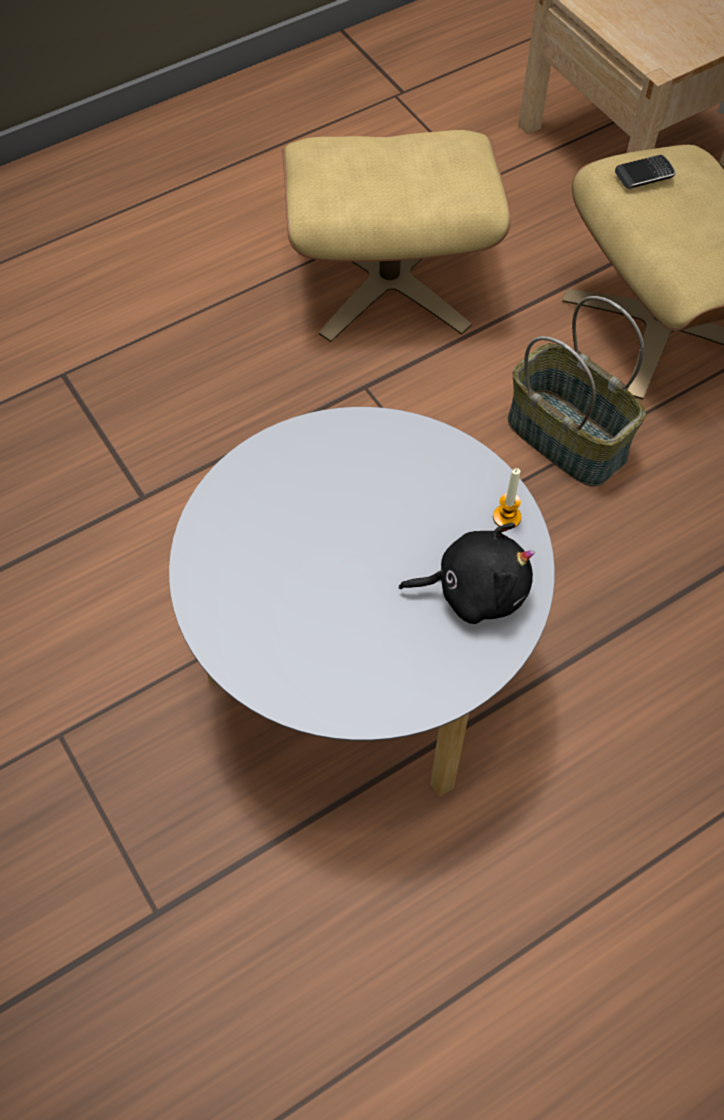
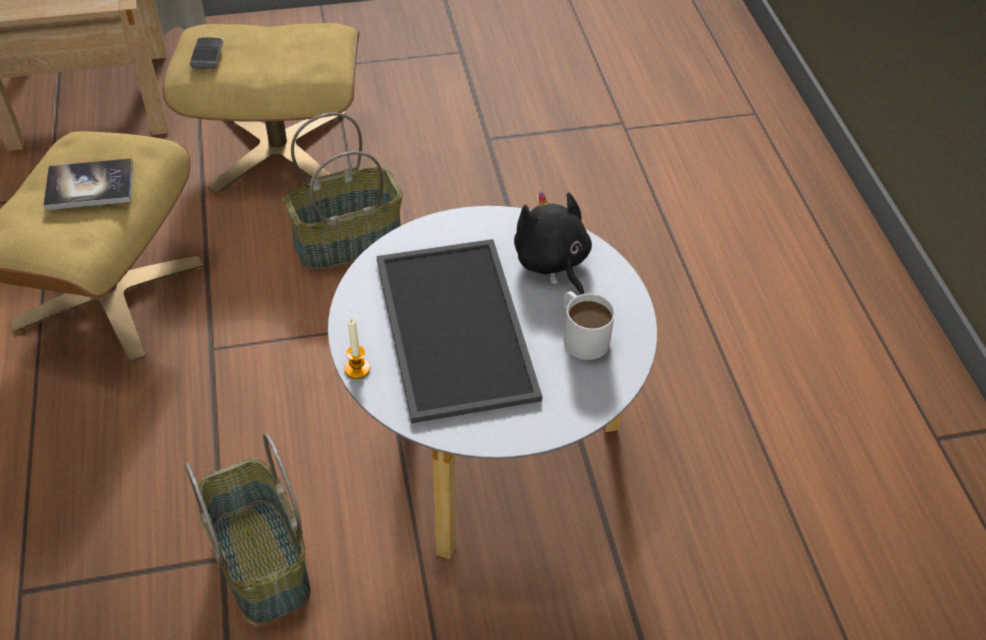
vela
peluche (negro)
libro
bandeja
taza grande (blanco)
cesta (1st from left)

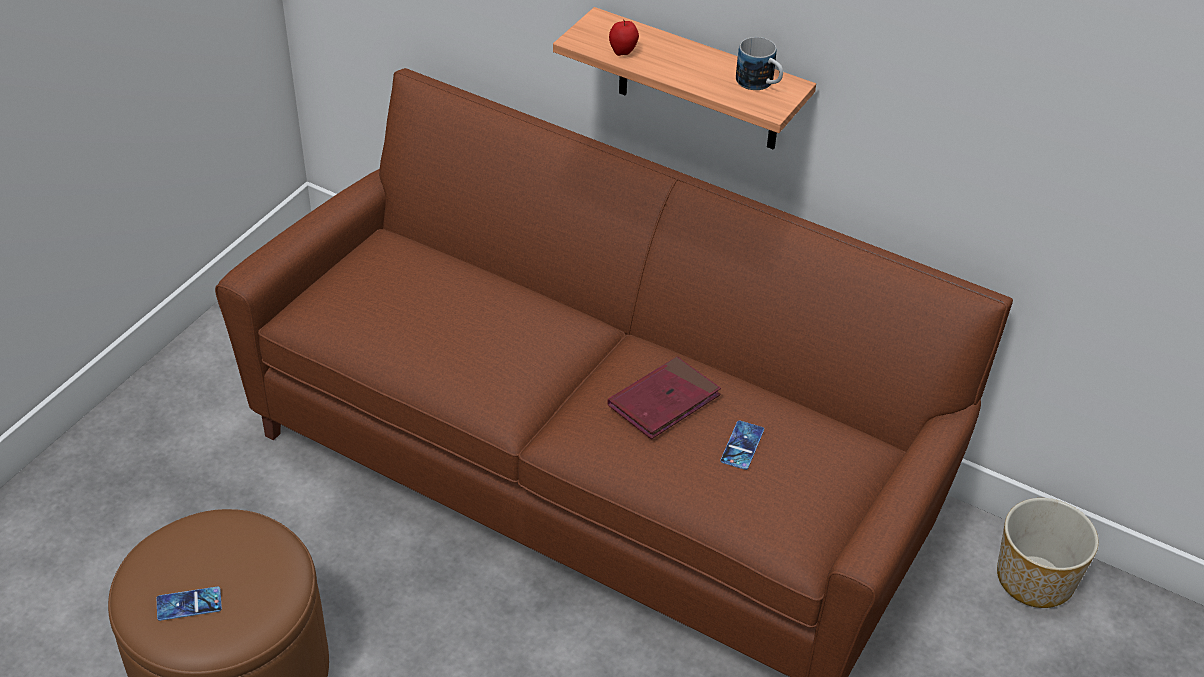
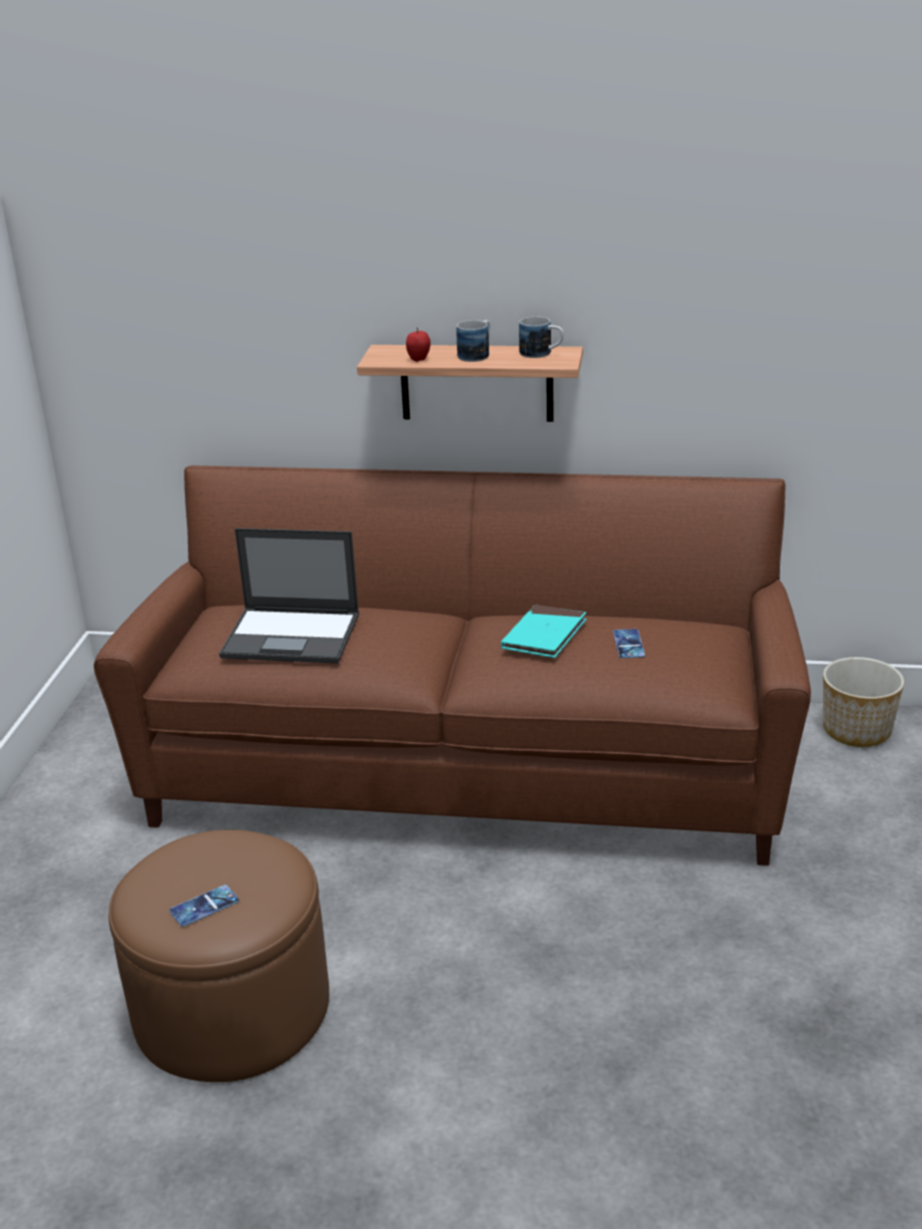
libro (turquesa)
taza grande (1st from left)
portátil

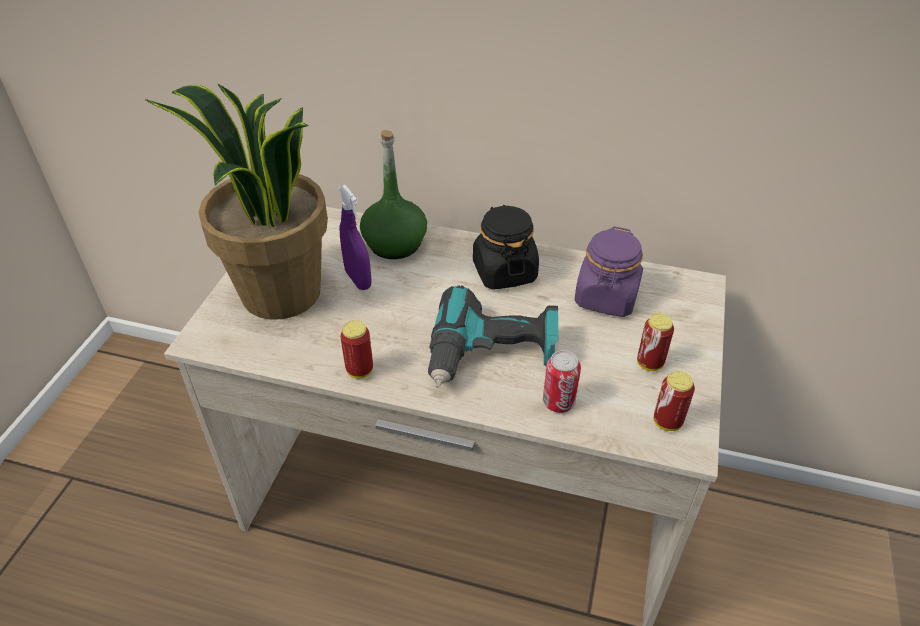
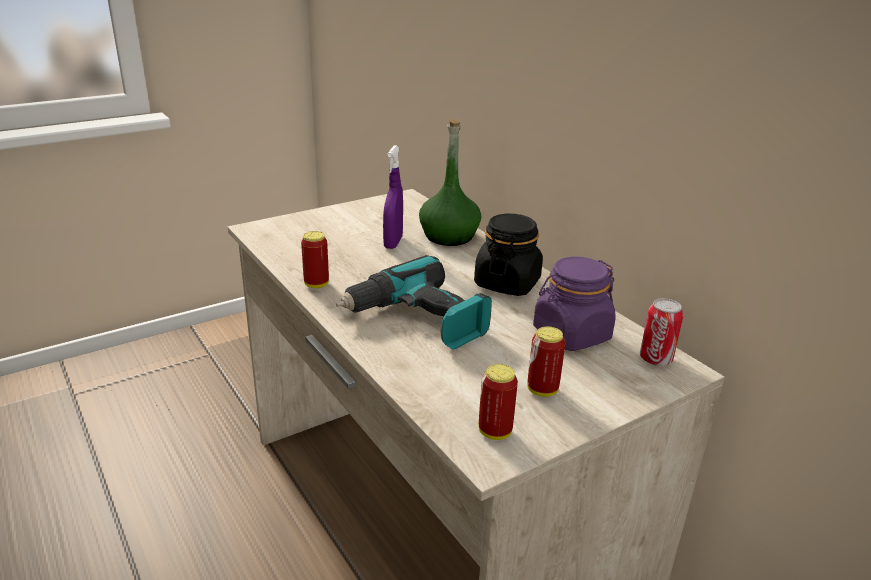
planta en maceta
lata (4th from left)

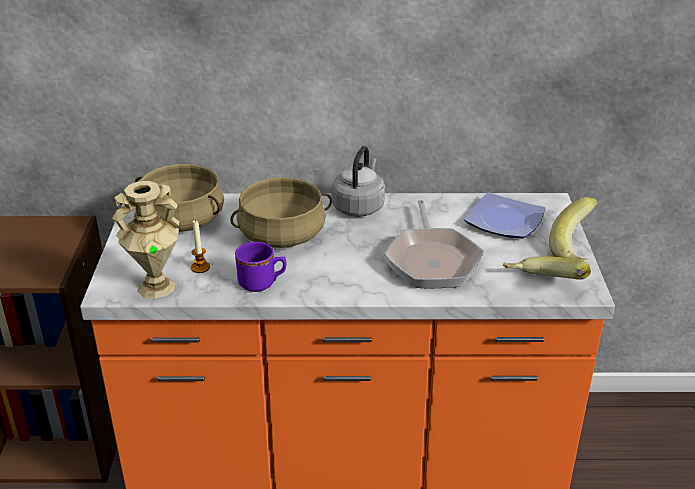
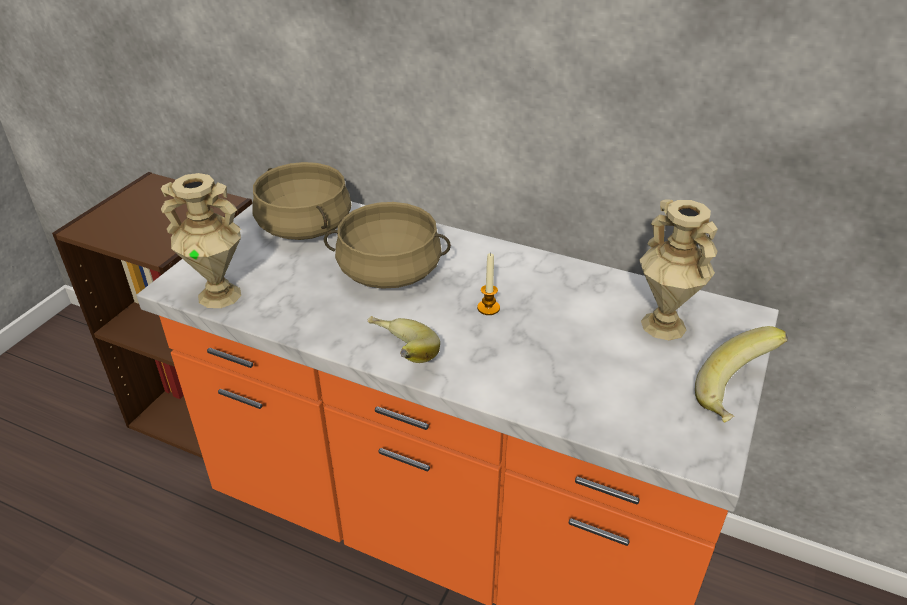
hervidor (gris)
florero (beis) (2nd from left)
sartén
vela
taza grande (morado)
plátano (1st from left)

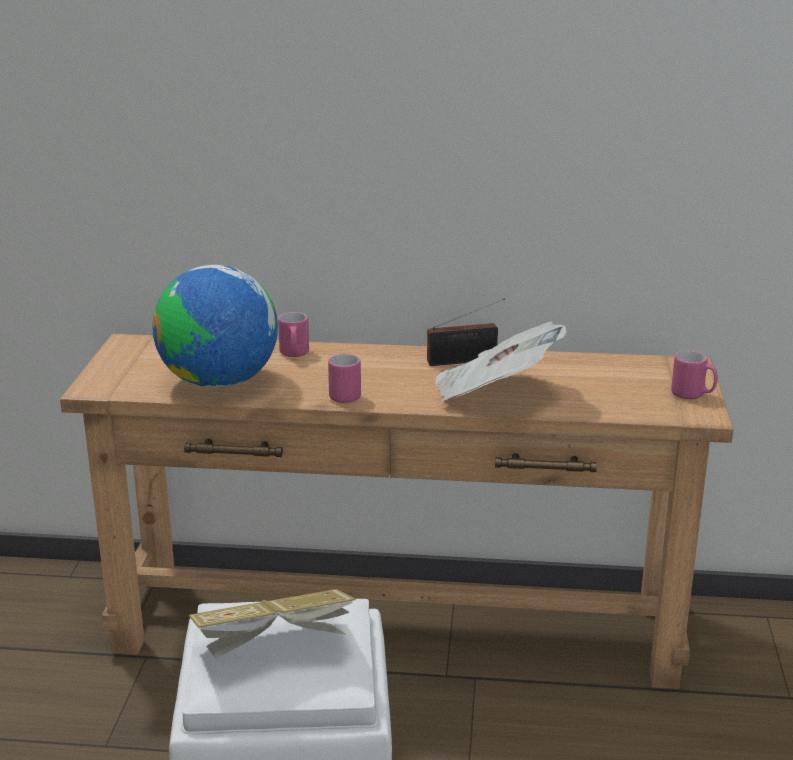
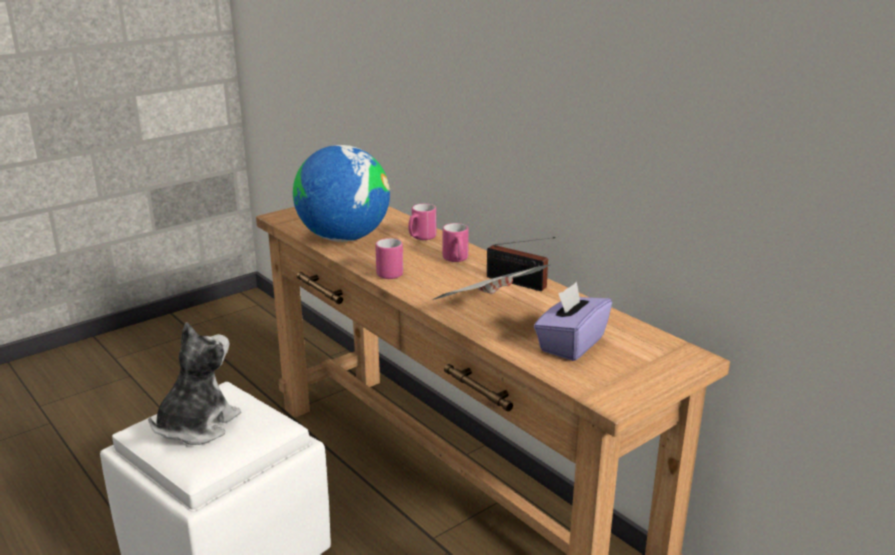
taza grande (rosa) (3rd from left)
peluche
caja de pañuelos (morado)

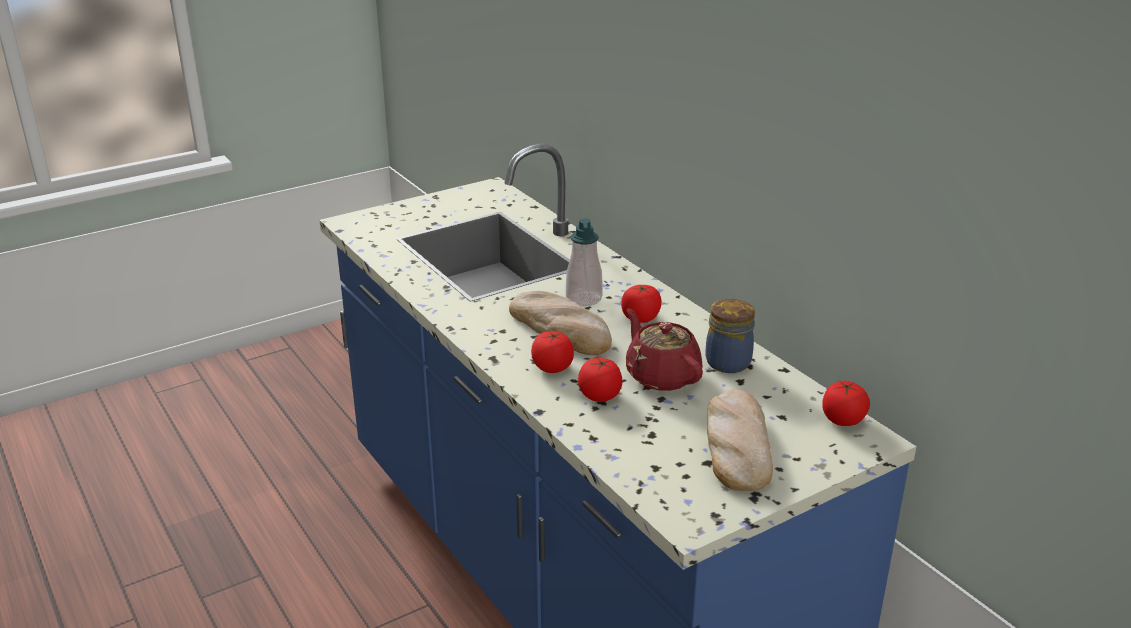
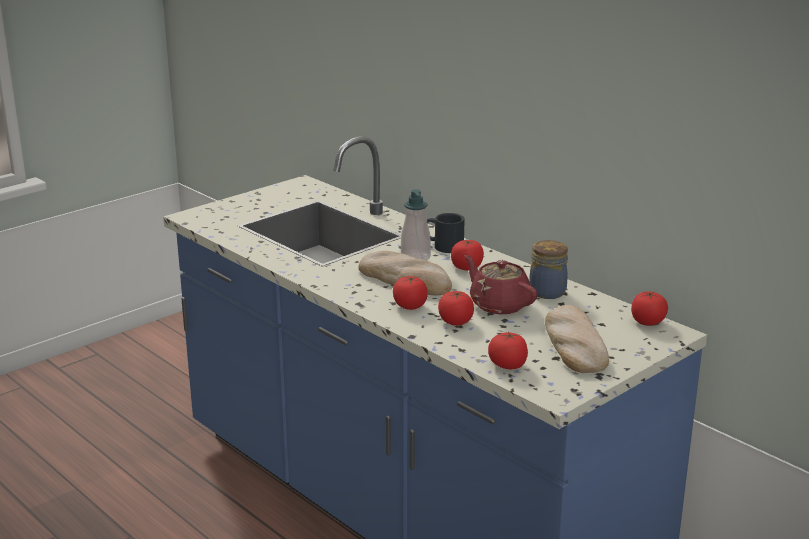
taza grande (negro)
tomate (4th from left)

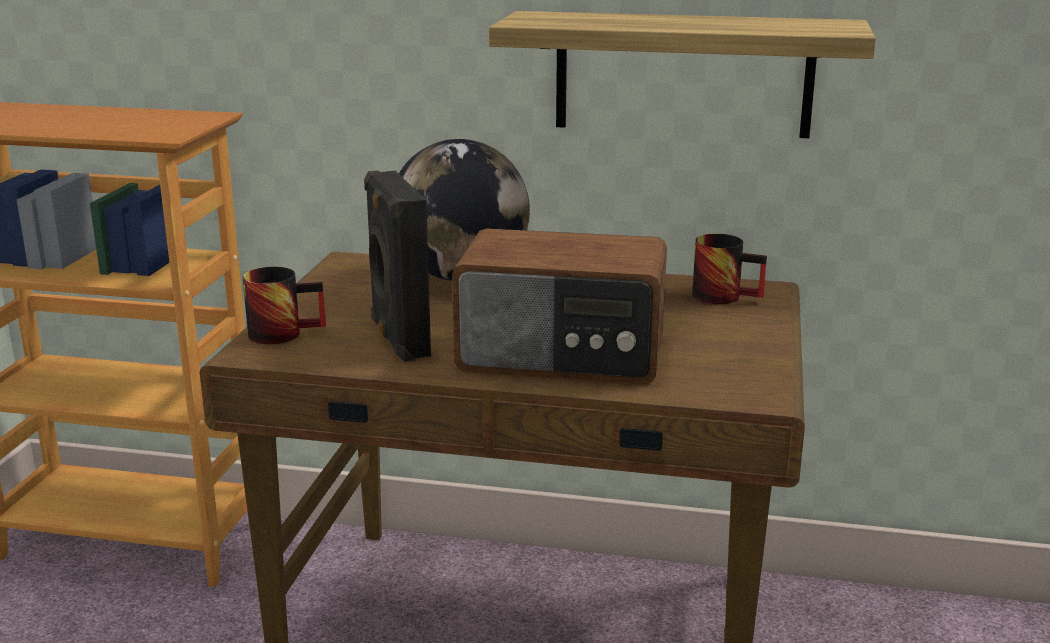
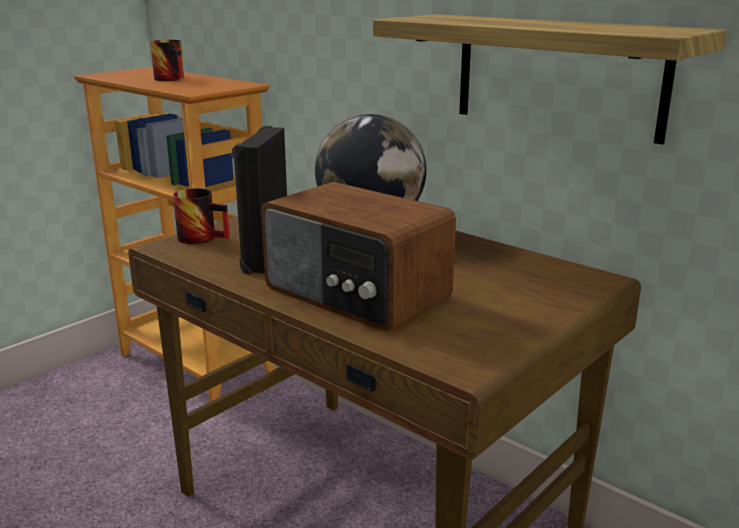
taza grande (1st from left)

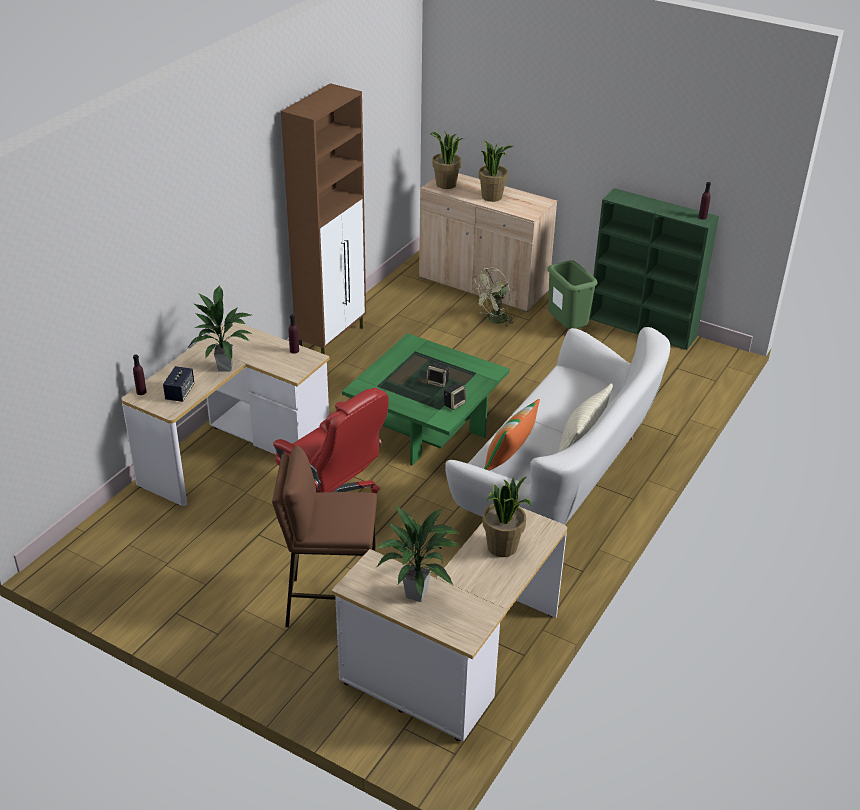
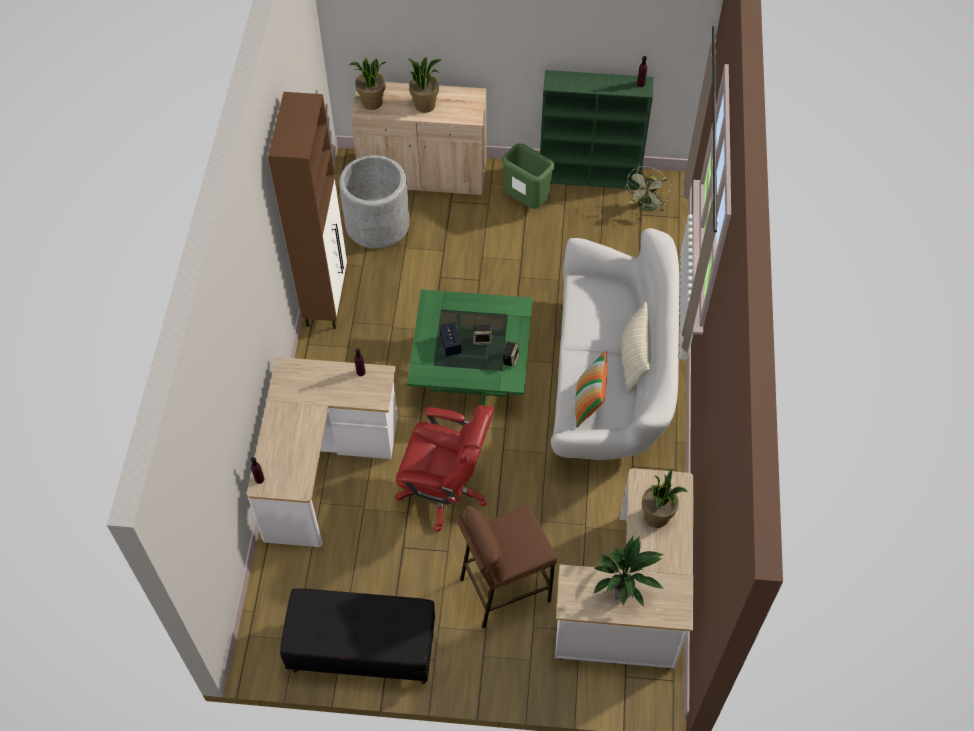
ventilador (verde)
planta en maceta (1st from left in the first image)
altavoz (1st from left)
maceta (gris)
banco (negro)

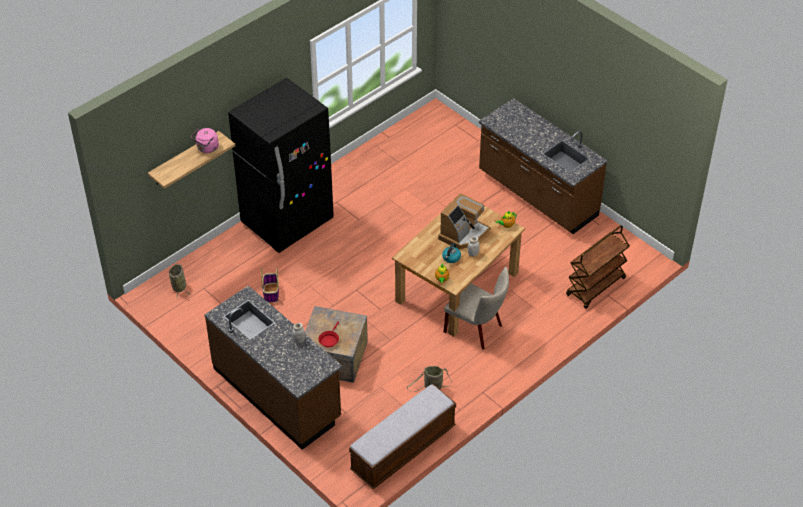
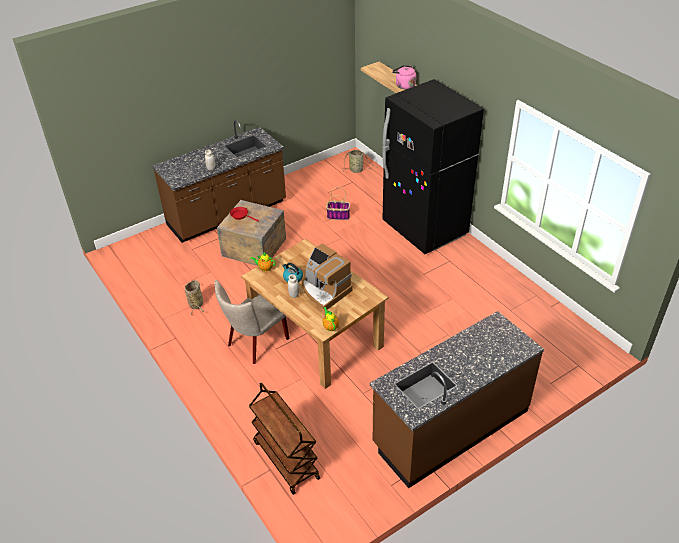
banco

